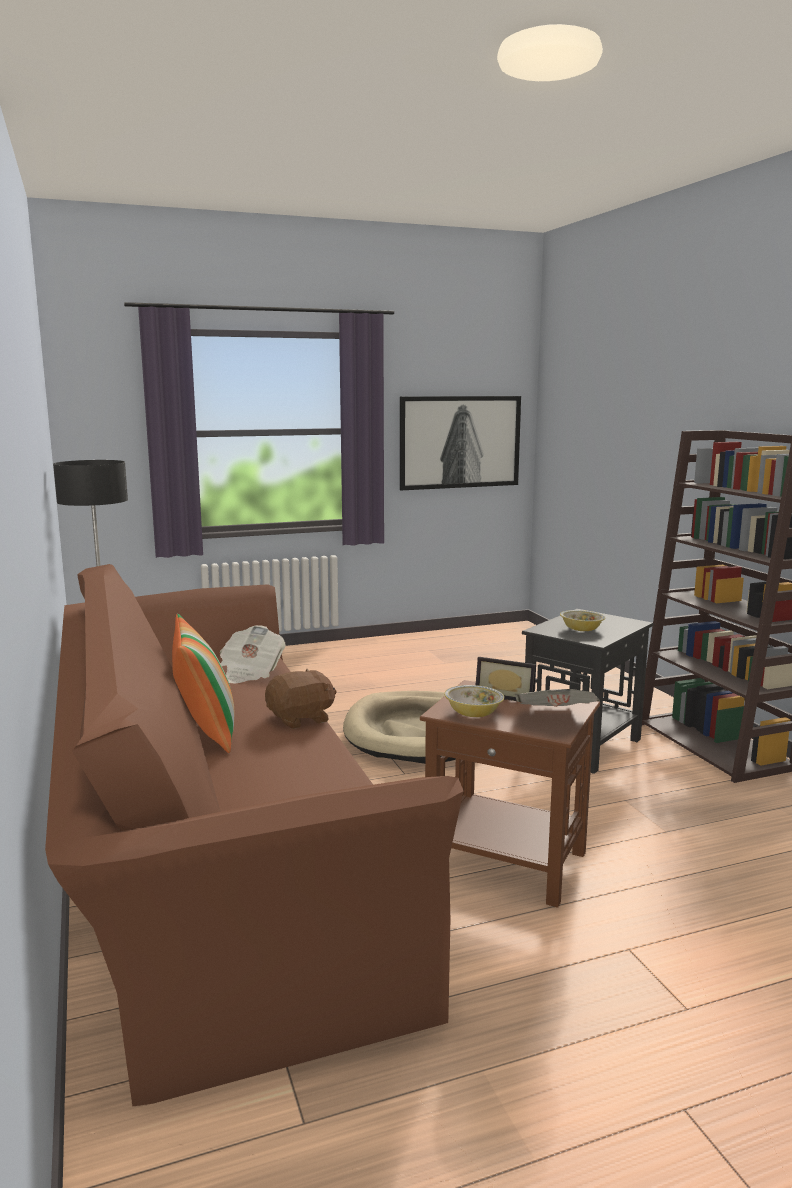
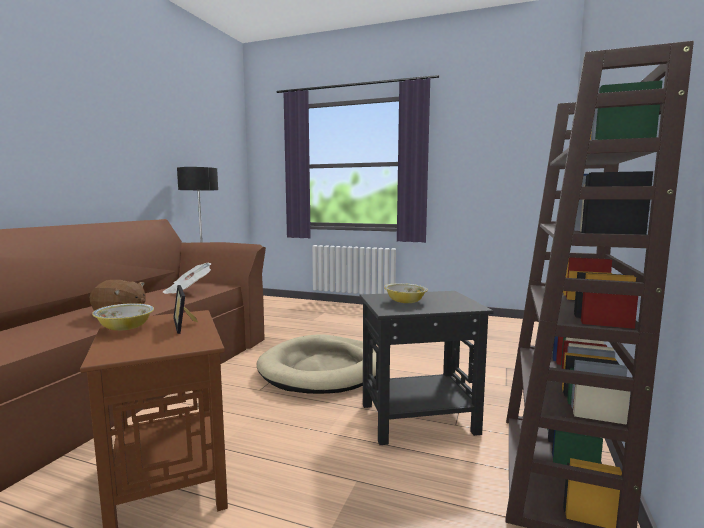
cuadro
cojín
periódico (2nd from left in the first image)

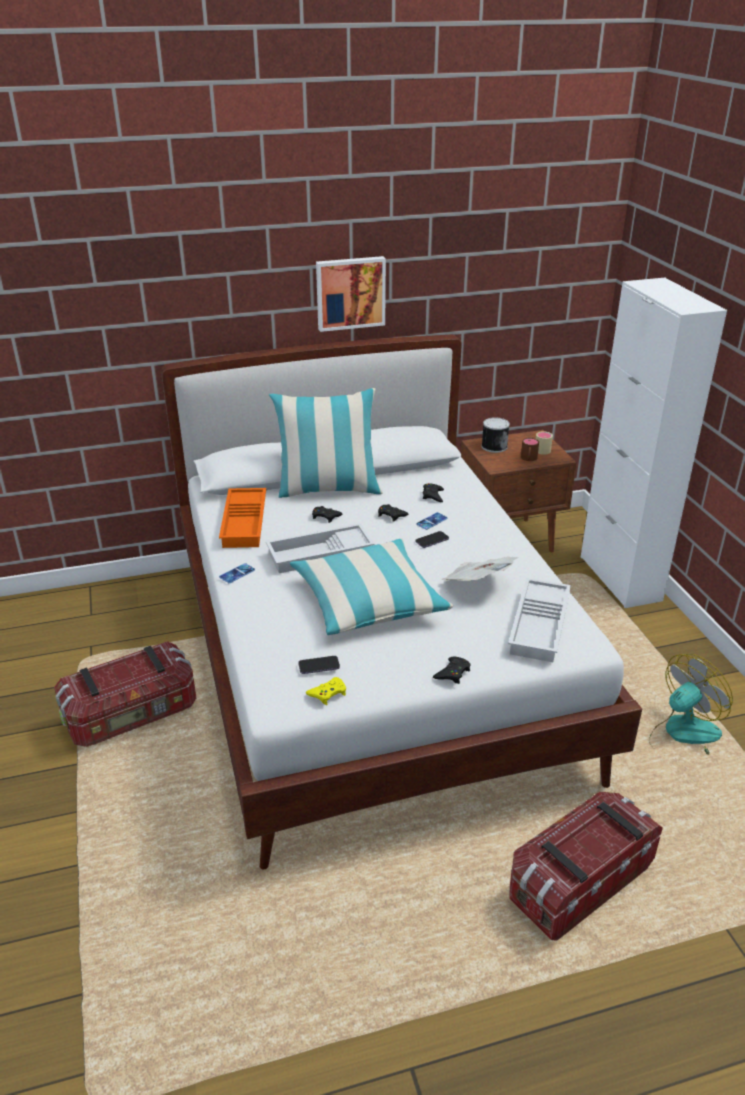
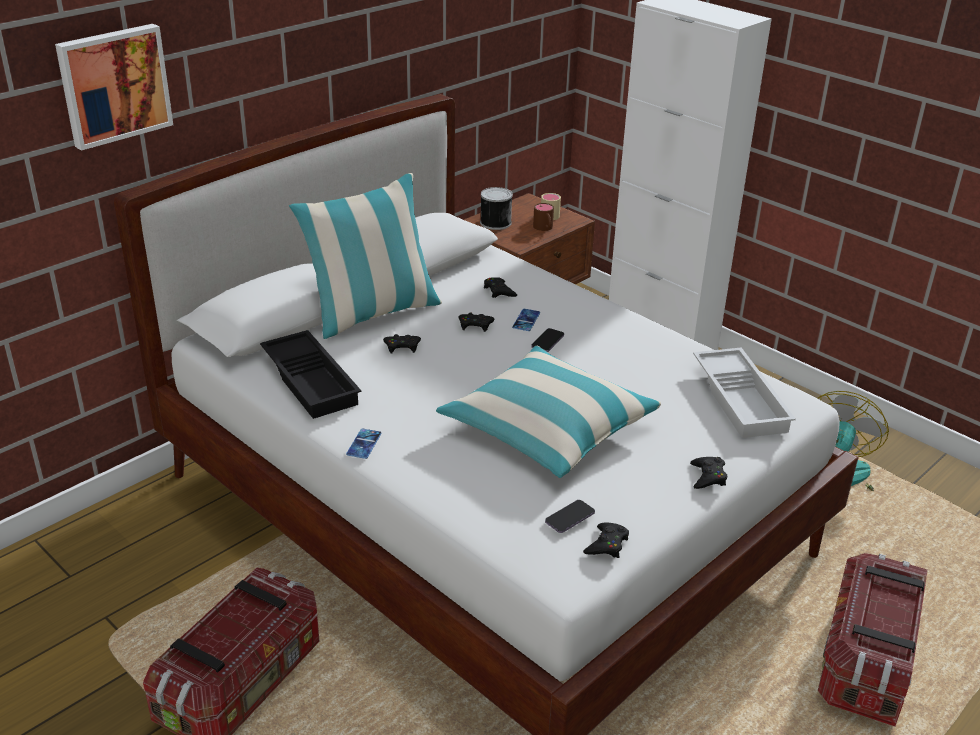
cuadro
bandeja (negro)
bandeja (blanco) (1st from left in the first image)
periódico
mando de consola (negro) (4th from left)

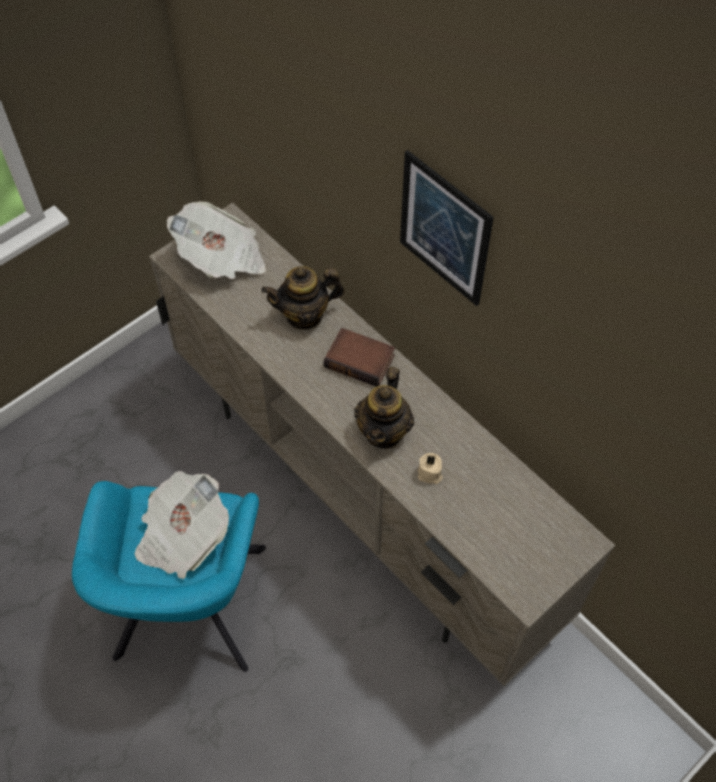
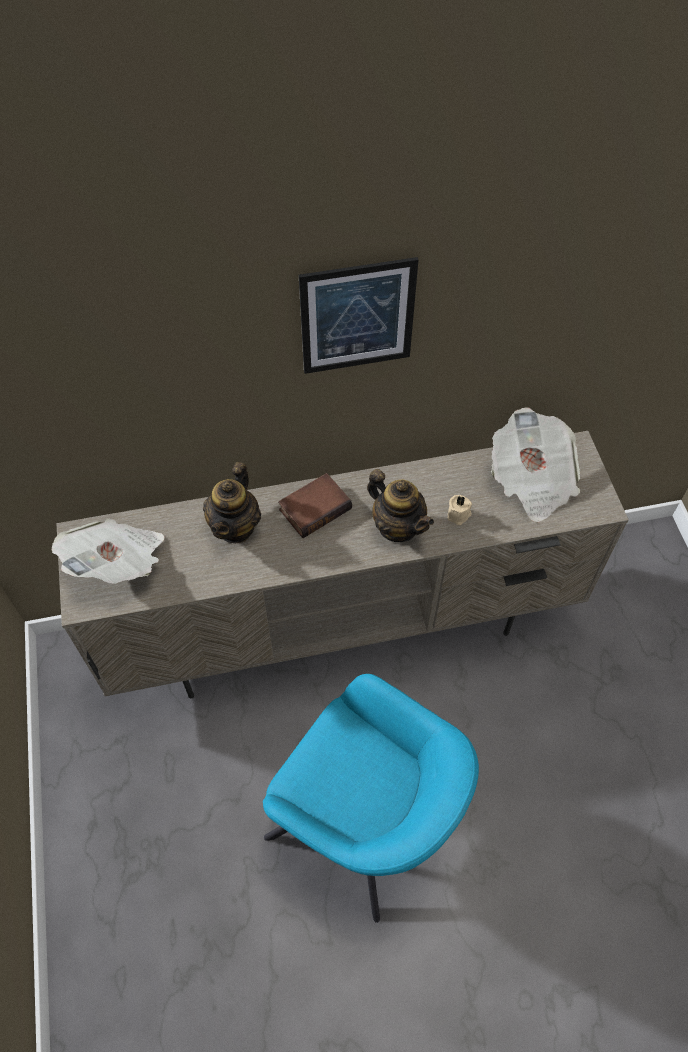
periódico (2nd from left)

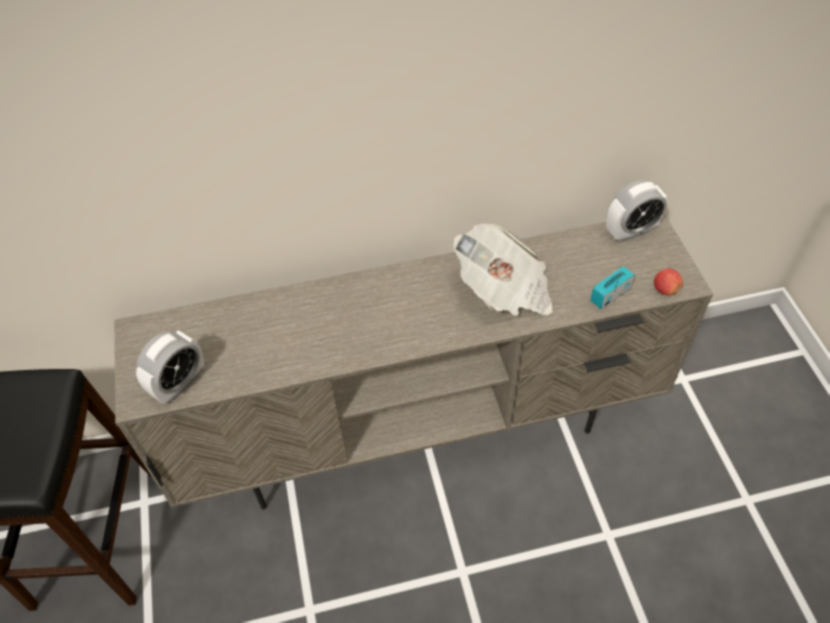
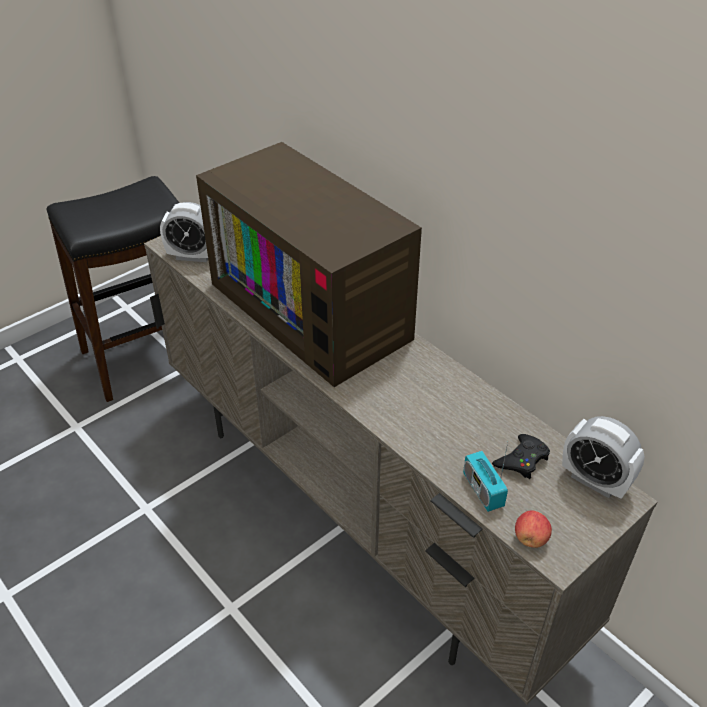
periódico
radio
televisor
mando de consola (negro)

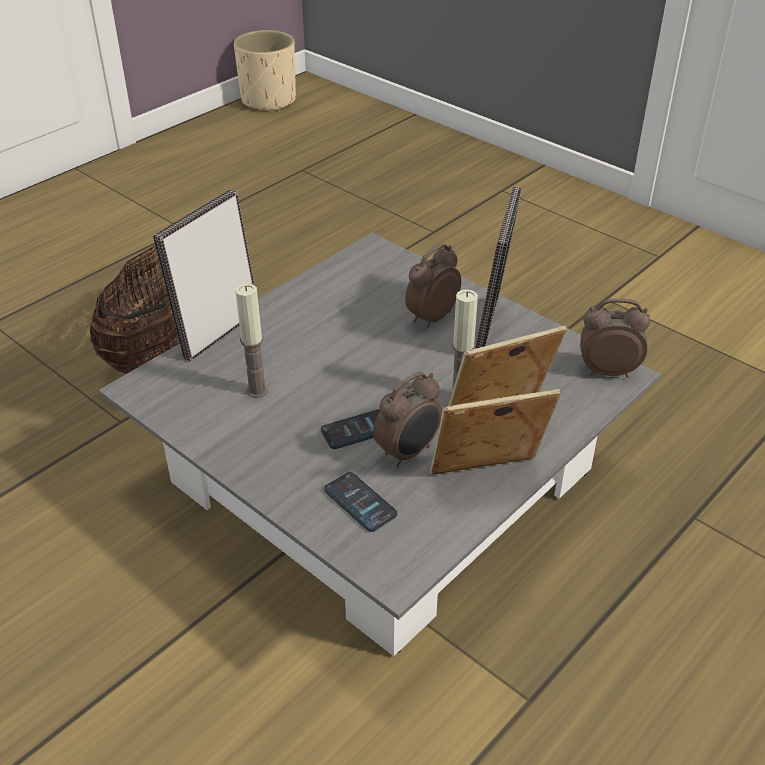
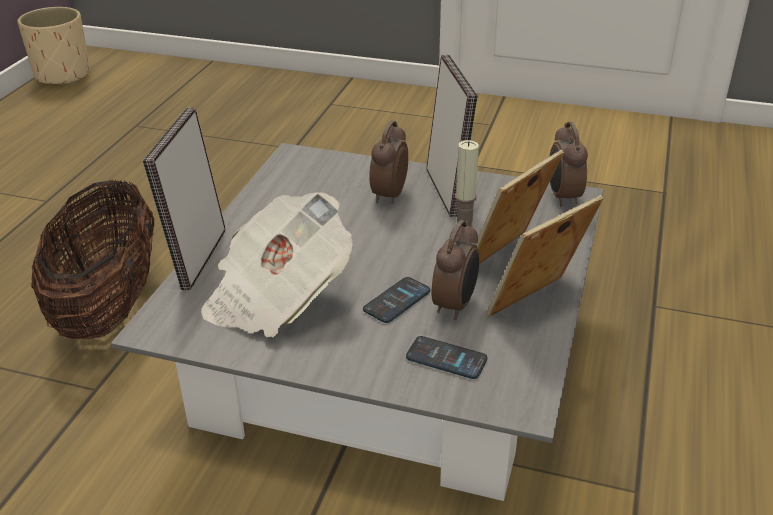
periódico
despertador (3rd from left)

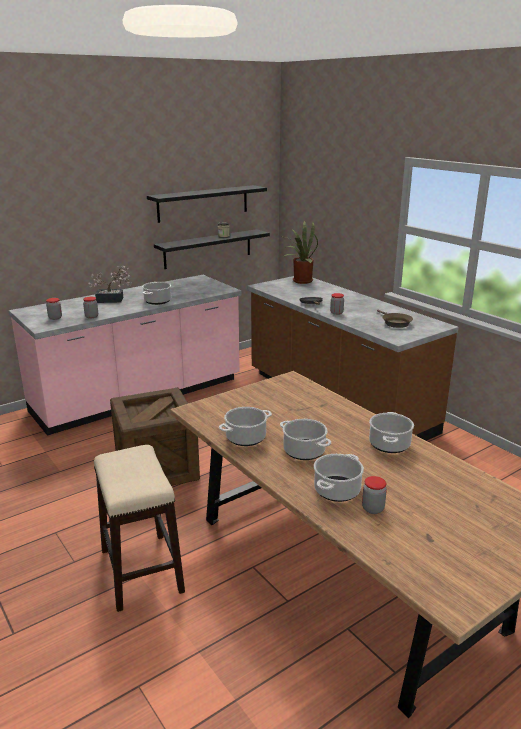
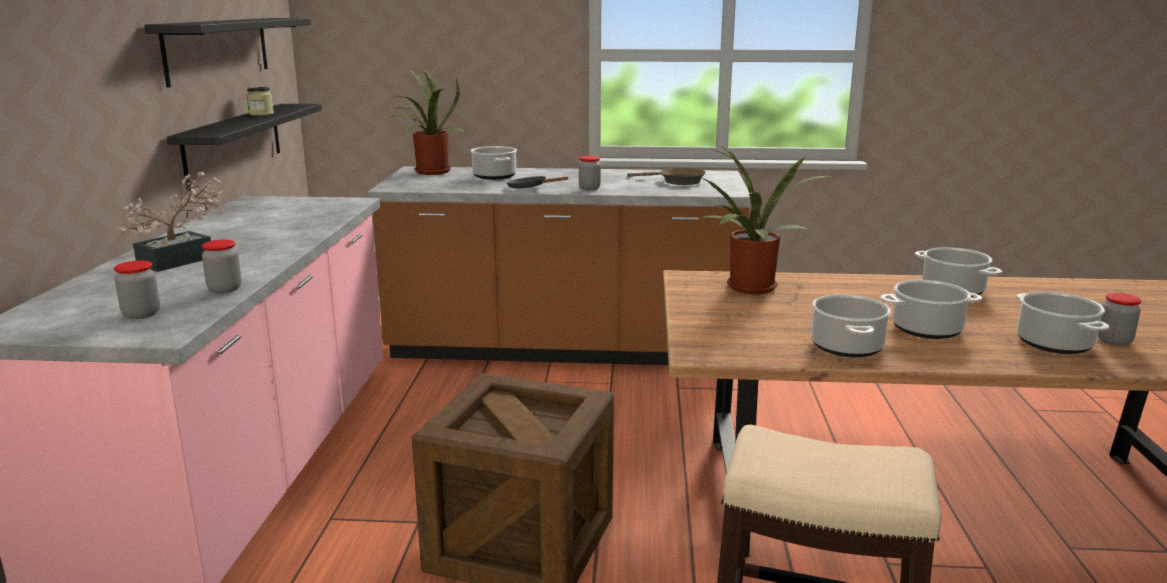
olla (1st from left)
planta en maceta (3rd from left)

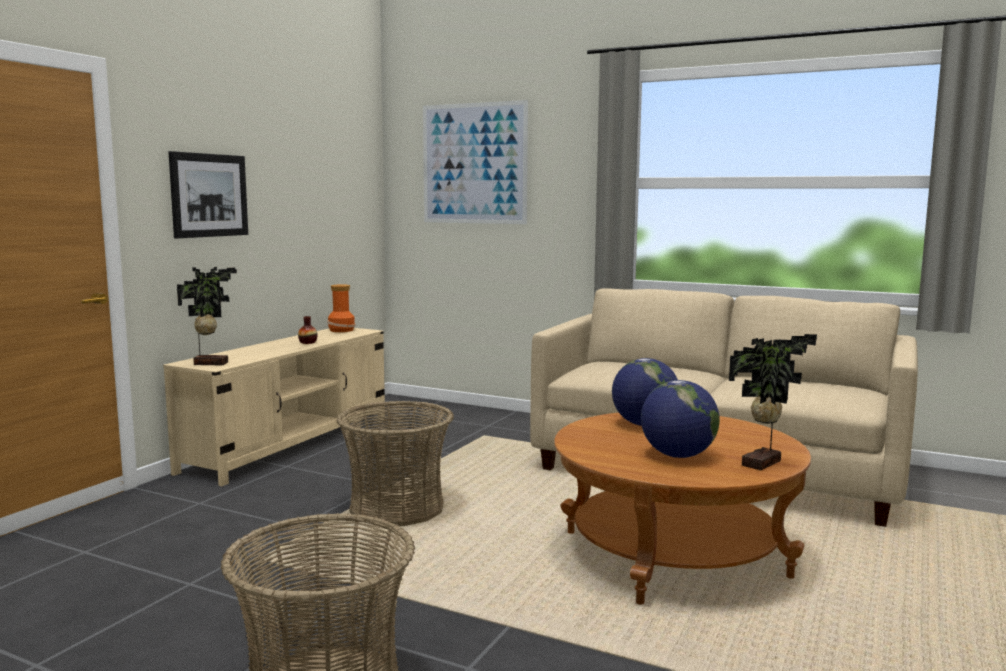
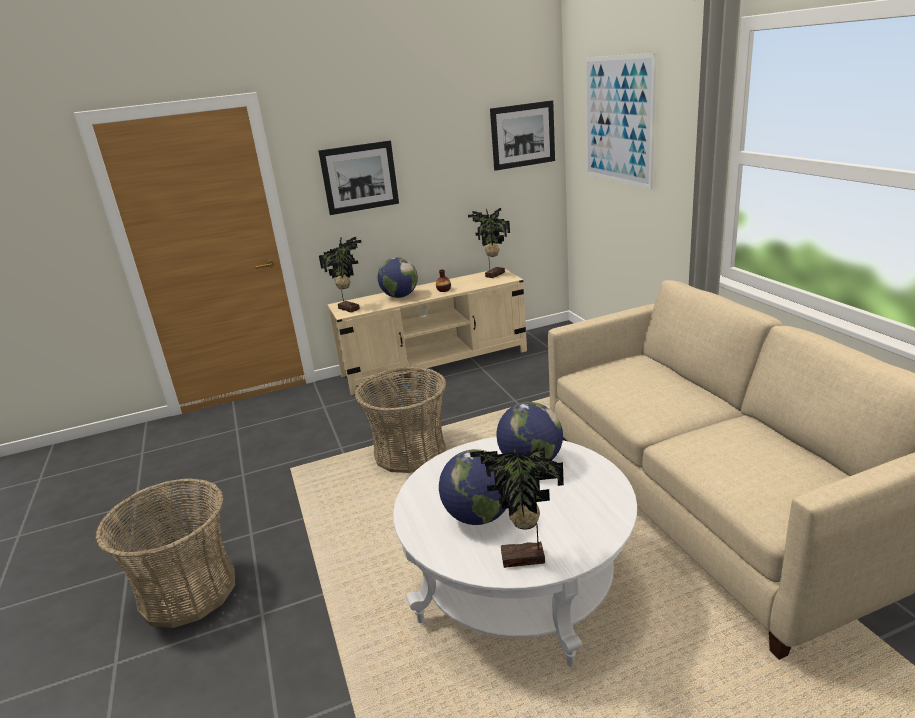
planta en maceta (2nd from left)
mesa de centro (blanco)
cuadro (2nd from left)
globo terráqueo (1st from left)

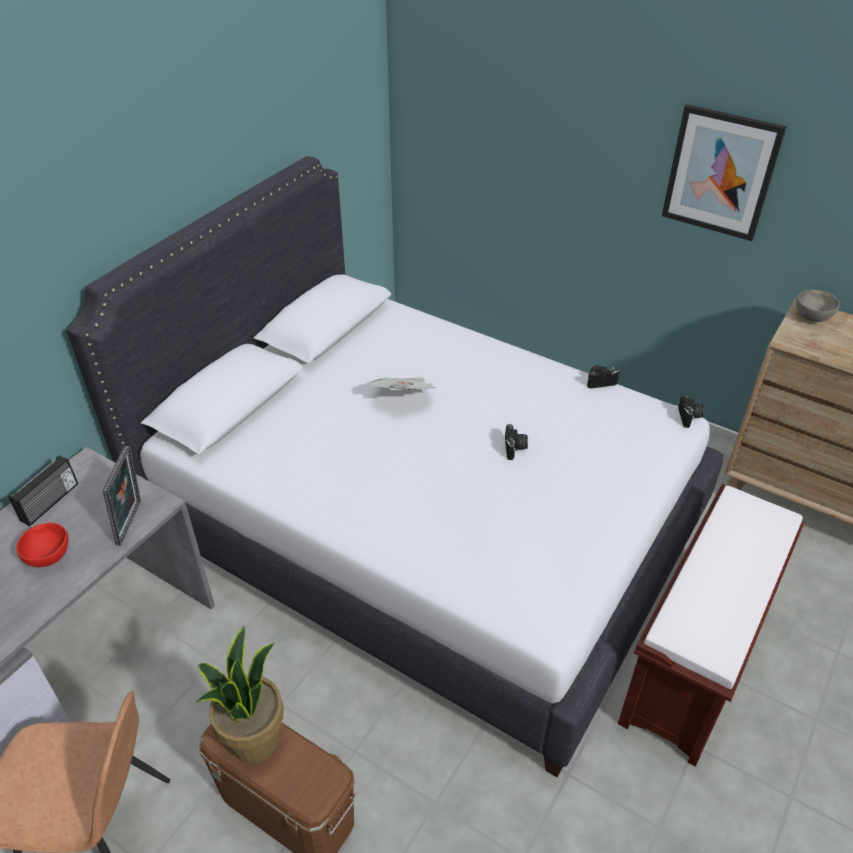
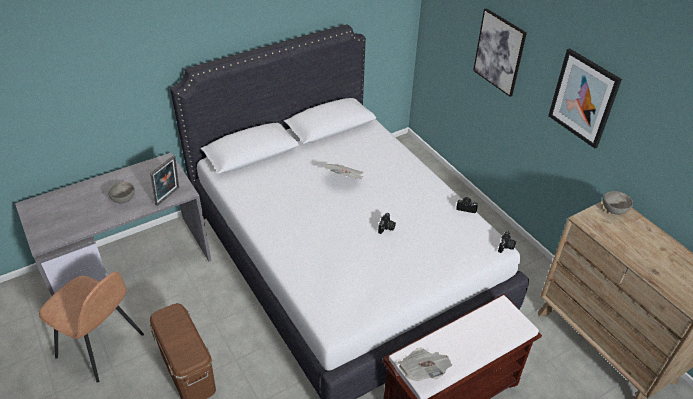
radio
cuenco (gris) (1st from left)
planta en maceta
cuadro (1st from left)
periódico (2nd from left)

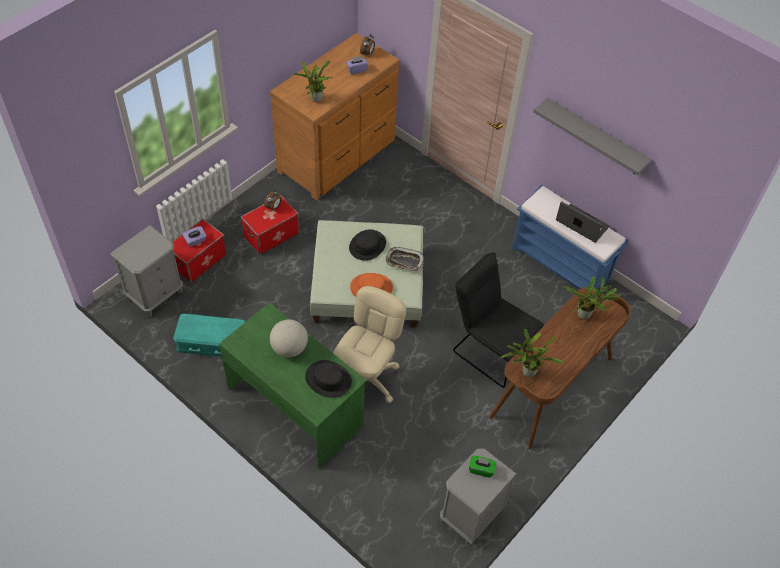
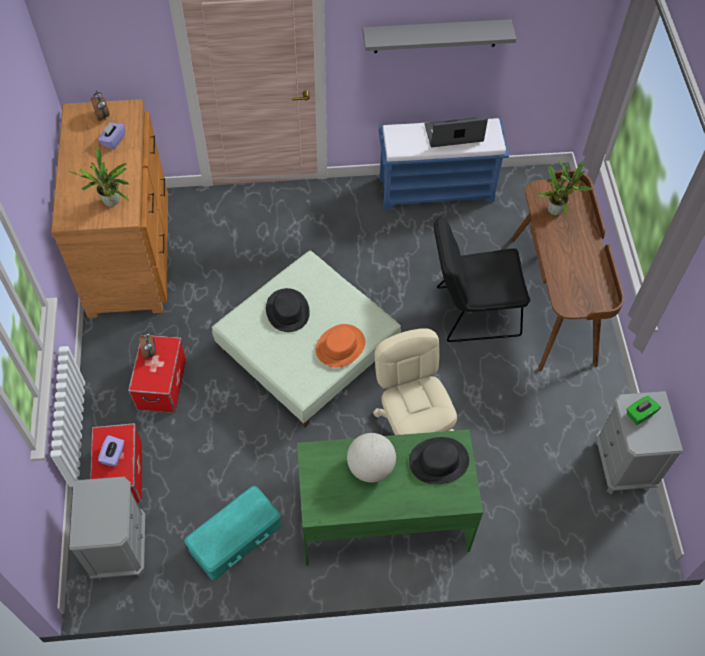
bandeja
planta en maceta (2nd from left in the first image)

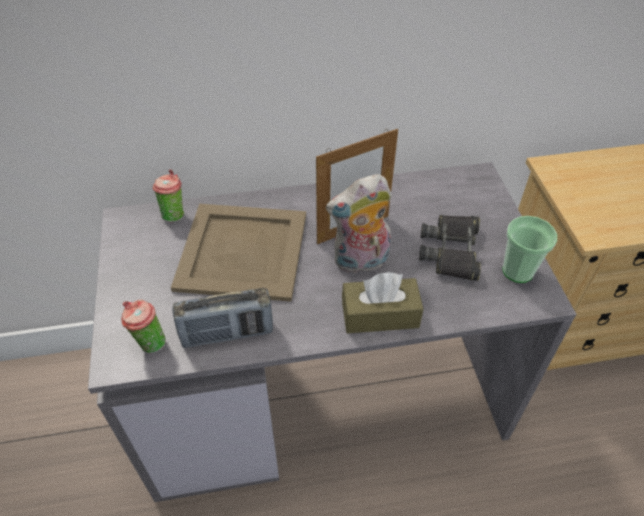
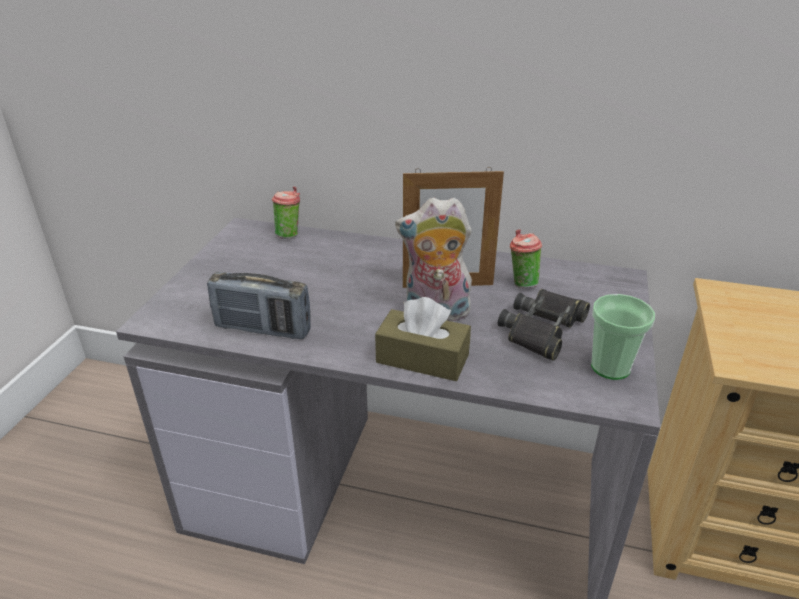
bandeja (beis)
taza (2nd from left)

